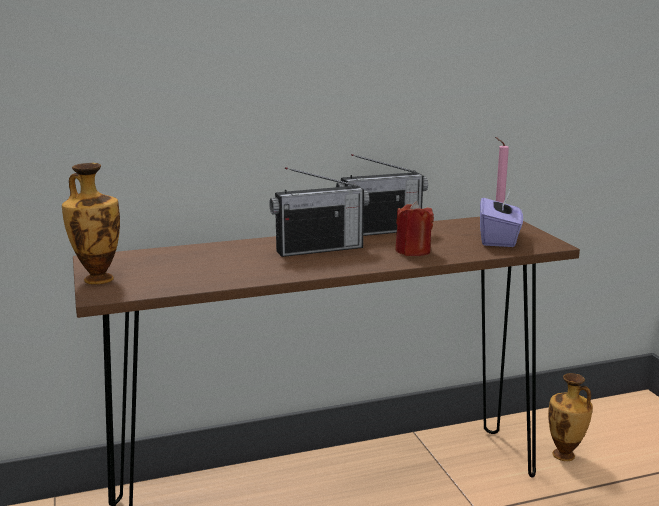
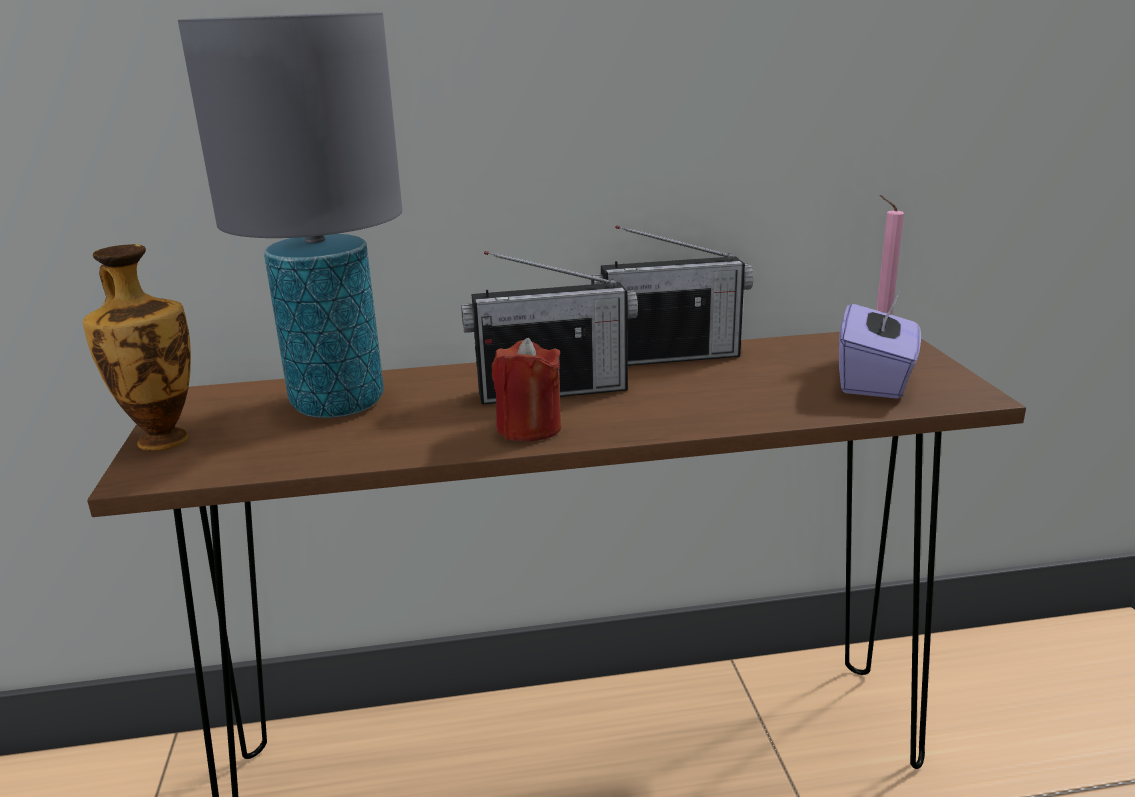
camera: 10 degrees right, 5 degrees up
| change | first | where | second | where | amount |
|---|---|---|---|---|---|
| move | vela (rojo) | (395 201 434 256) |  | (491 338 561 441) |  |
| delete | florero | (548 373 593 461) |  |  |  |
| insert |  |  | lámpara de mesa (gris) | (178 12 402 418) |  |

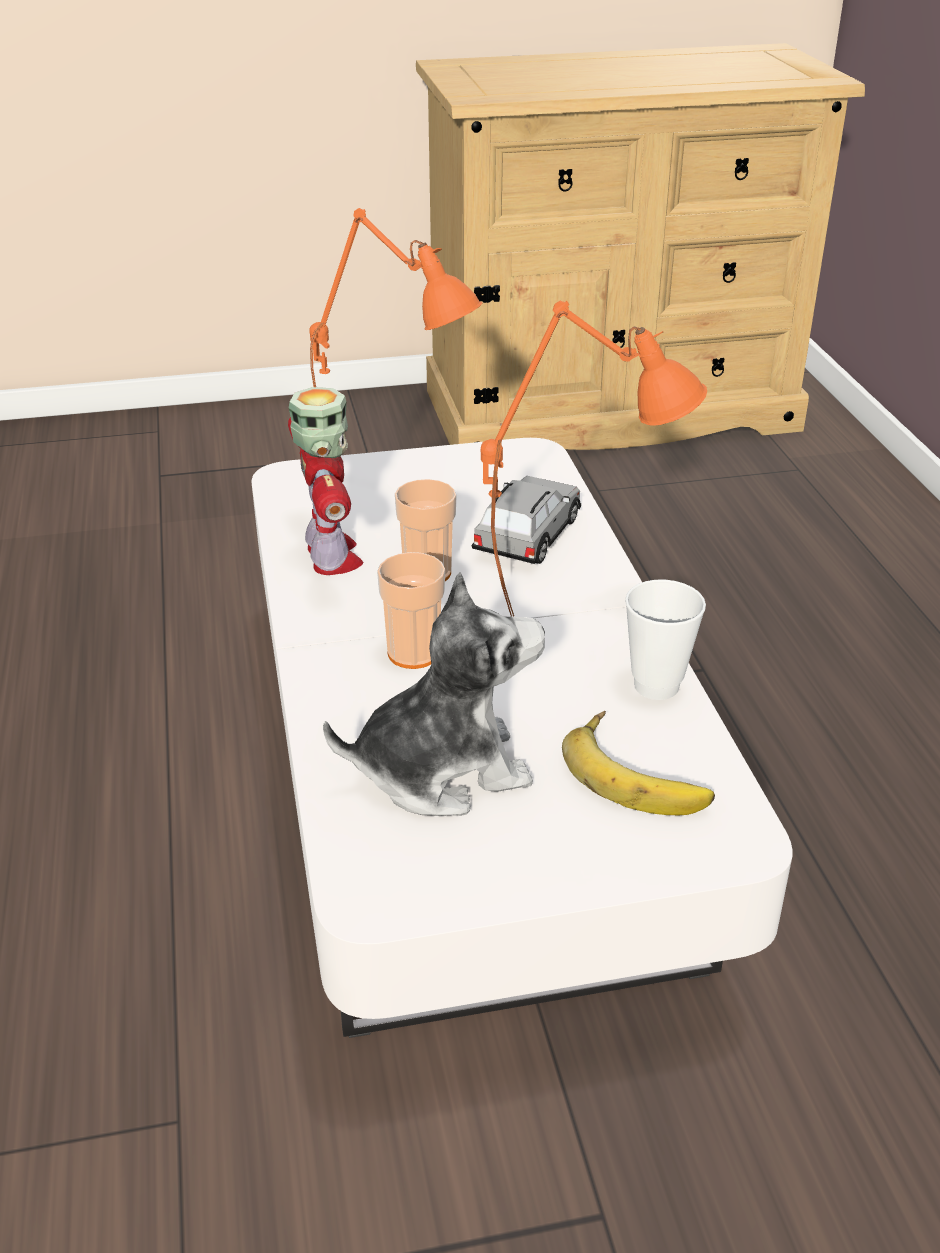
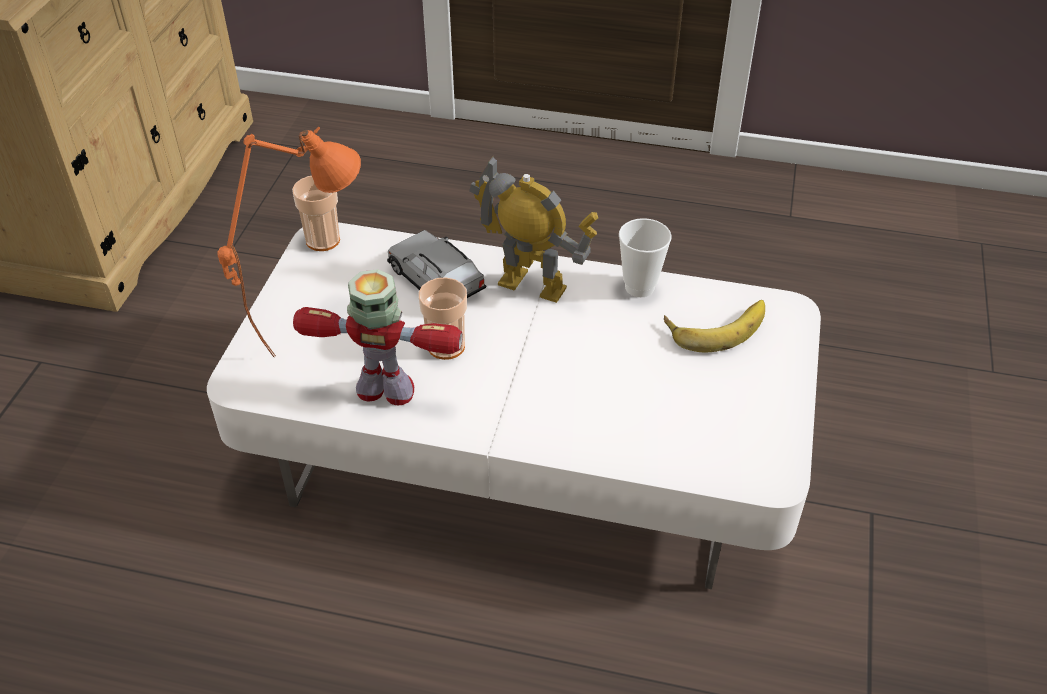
camera: 65 degrees left, 10 degrees up
| change | first | where | second | where | amount |
|---|---|---|---|---|---|
| delete | peluche | (323 572 545 816) |  |  |  |
| move | taza | (377 552 445 669) |  | (292 176 340 251) |  |
| replace | lámpara de mesa (naranja) | (480 301 707 617) | robot de juguete | (469 155 598 303) |  |

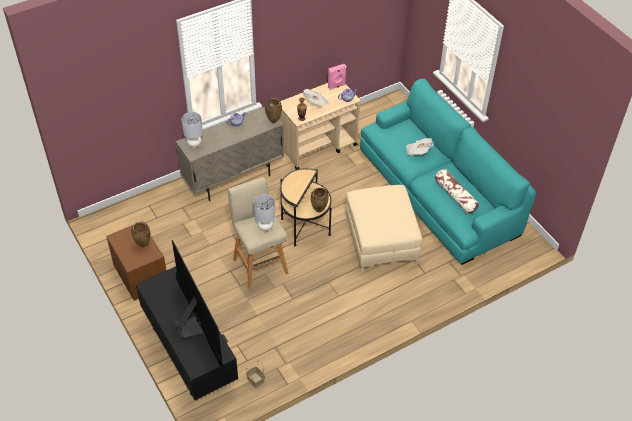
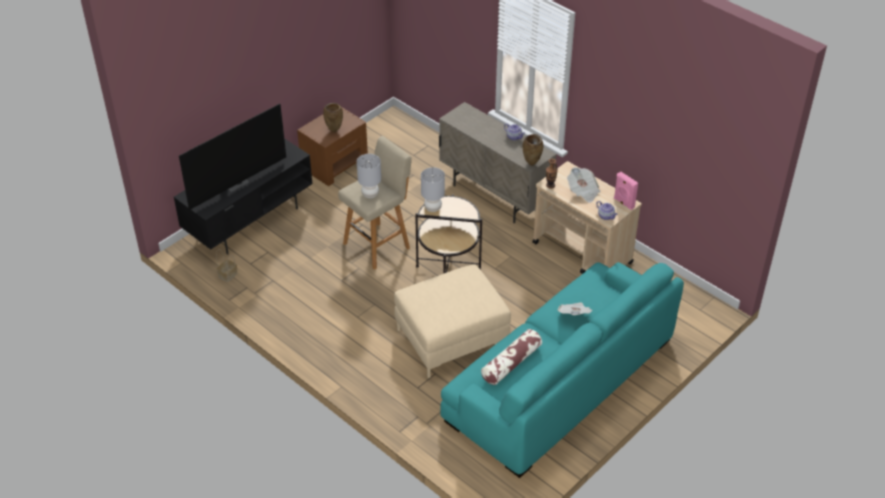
camera: 75 degrees right, 5 degrees down
| change | first | where | second | where | amount |
|---|---|---|---|---|---|
| move | lámpara de mesa (gris) | (182 112 203 148) |  | (421 167 445 212) |  |
| delete | florero (marrón) | (311 188 329 212) |  |  |  |

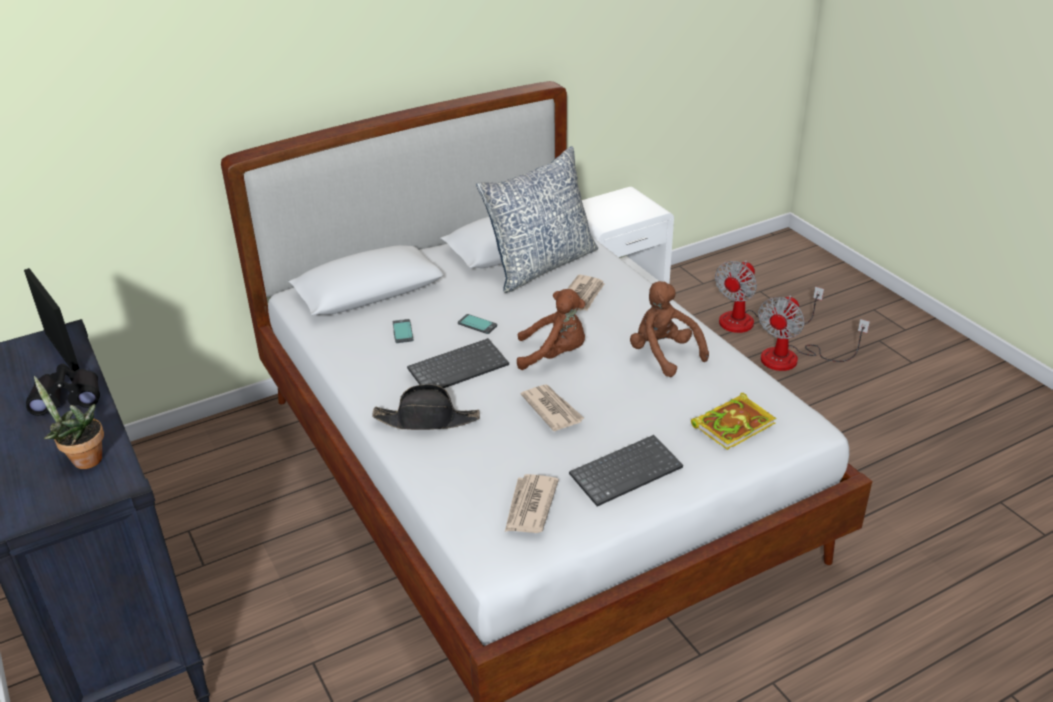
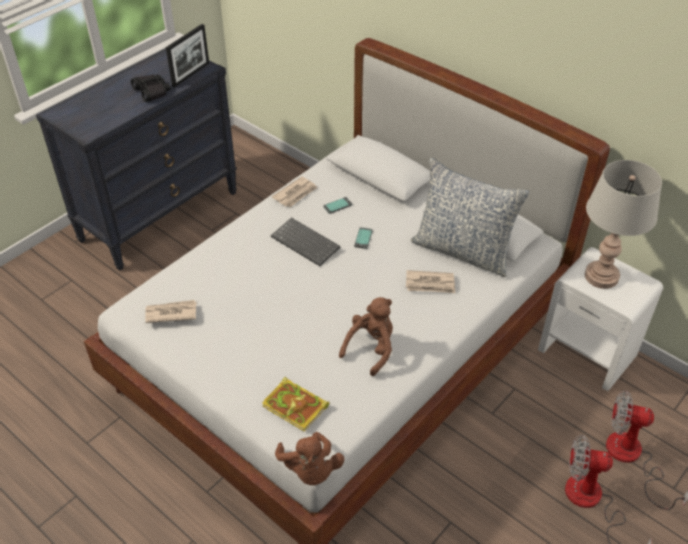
camera: 70 degrees right, 10 degrees up
| change | first | where | second | where | amount |
|---|---|---|---|---|---|
| delete | planta en maceta | (34 376 104 469) |  |  |  |
| delete | sombrero (negro) | (372 384 480 430) |  |  |  |
| move | peluche (marrón) | (517 289 585 370) |  | (275 432 344 486) |  |
| move | periódico | (521 384 585 431) |  | (272 176 318 207) |  |
| delete | teclado | (569 435 683 506) |  |  |  |
| insert |  |  | lámpara de mesa (gris) | (585 160 662 289) |  |

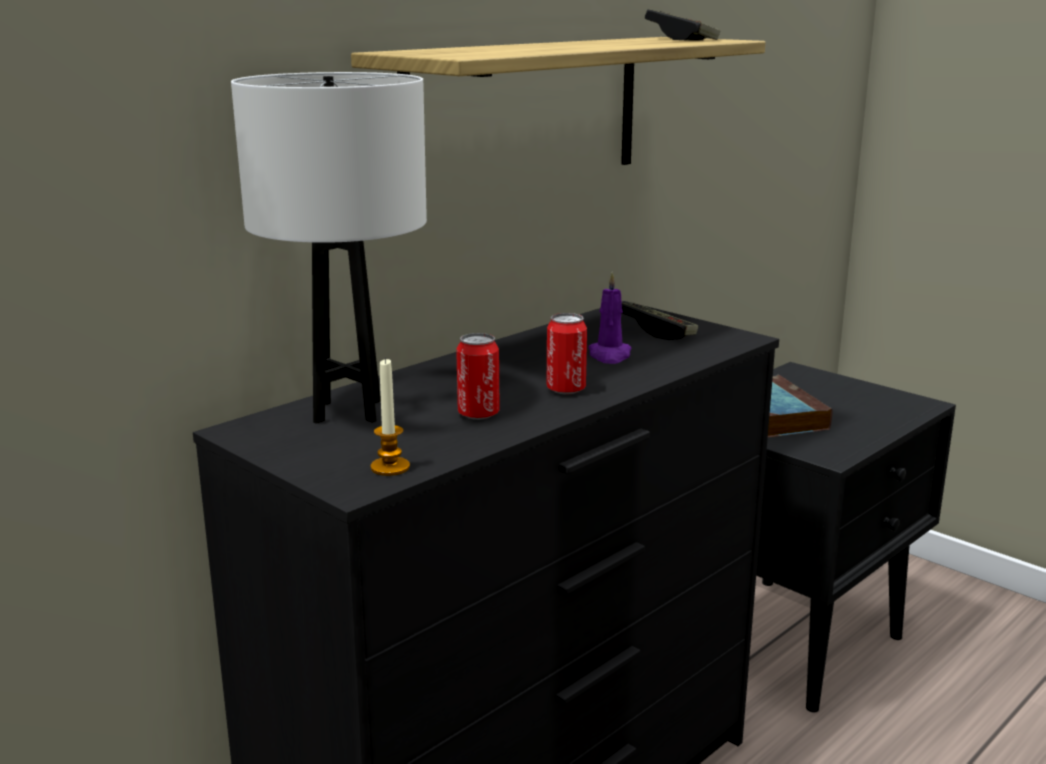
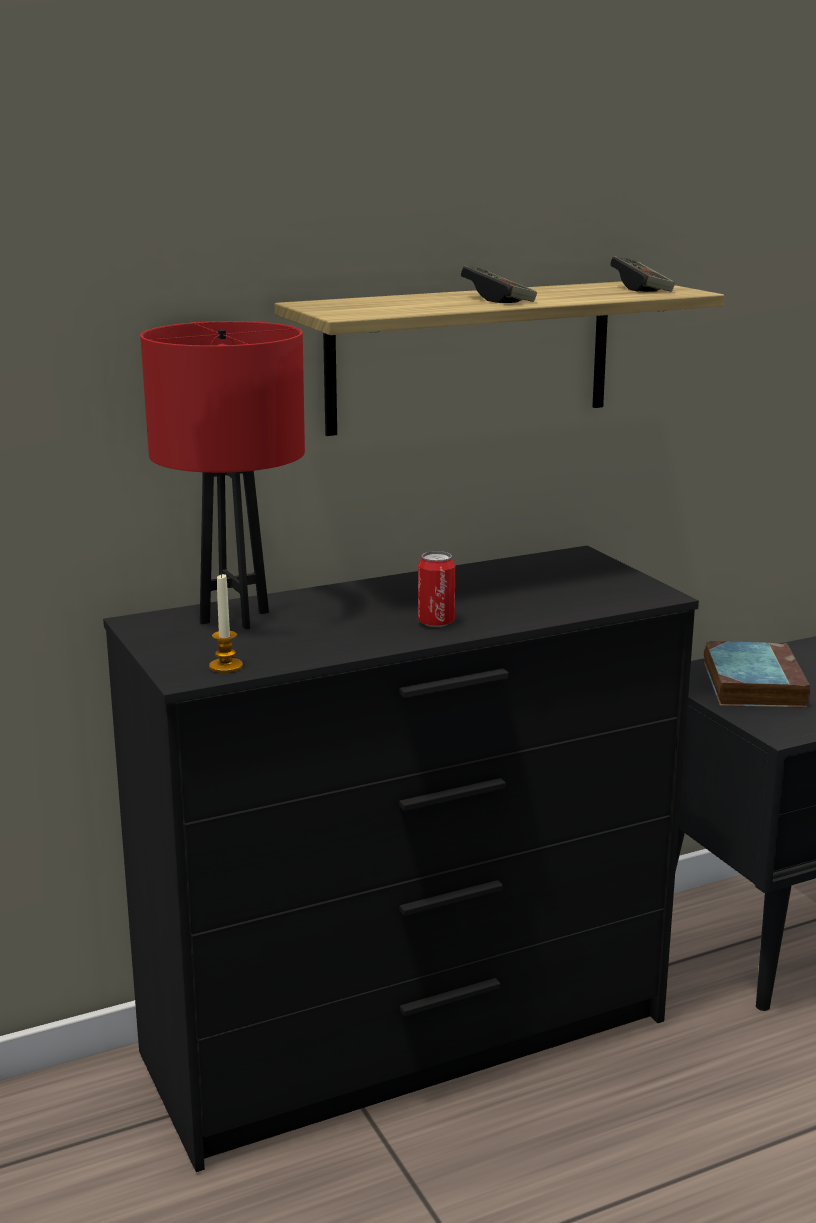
camera: 20 degrees right, 0 degrees up
| change | first | where | second | where | amount |
|---|---|---|---|---|---|
| recolor | lámpara de mesa (blanco) | (231 72 427 424) | lámpara de mesa (rojo) | (140 321 305 629) |  |
| delete | lata | (456 333 500 420) |  |  |  |
| delete | vela (morado) | (588 272 632 364) |  |  |  |
| move | mando de consola | (622 303 698 340) |  | (461 266 537 303) |  |

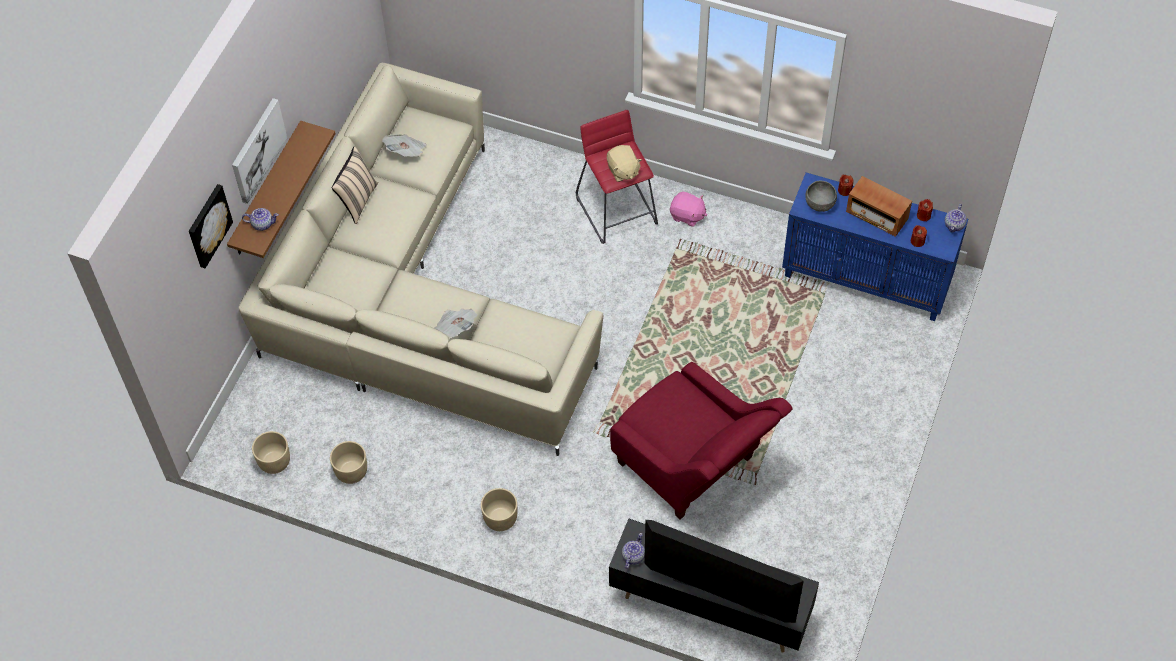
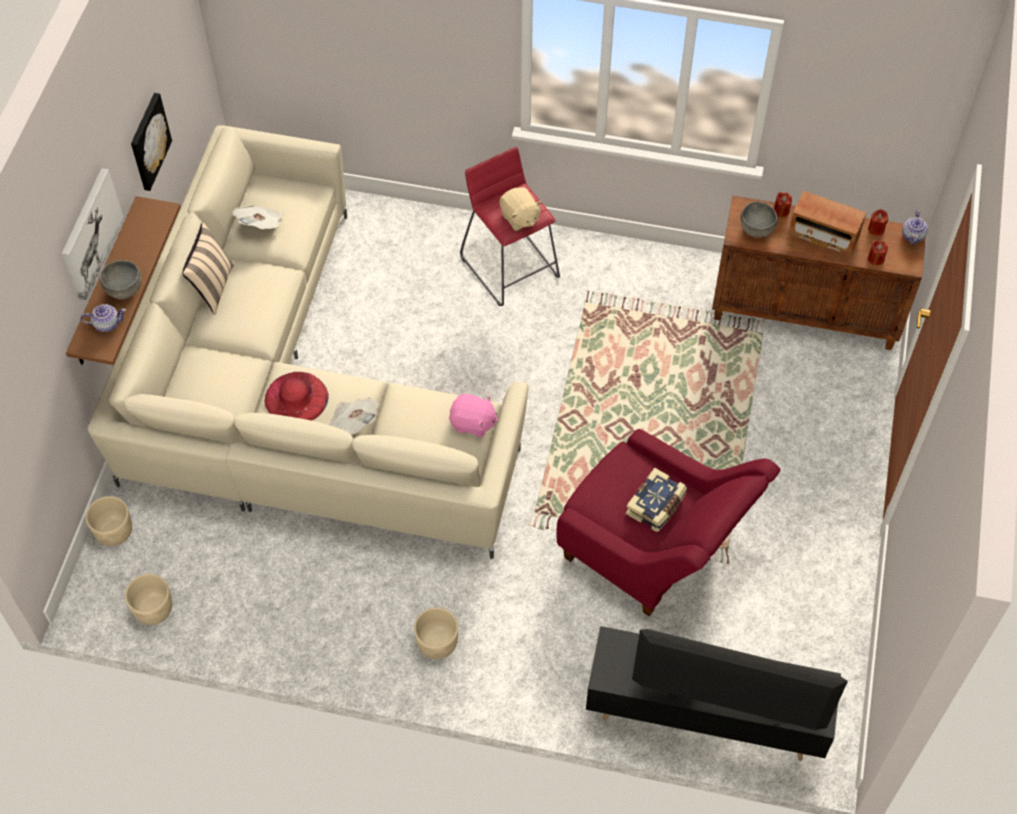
camera: 10 degrees left, 0 degrees up
| change | first | where | second | where | amount |
|---|---|---|---|---|---|
| move | cuadro | (189 184 233 268) |  | (131 93 172 191) |  |
| move | maceta (beis) | (330 441 367 484) |  | (86 496 132 546) |  |
| delete | tetera | (622 533 645 569) |  |  |  |
| move | peluche (rosa) | (670 192 707 227) |  | (449 394 498 438) |  |
| recolor | armario (azul) | (782 172 968 321) | armario (marrón) | (712 196 926 350) |  |
| insert |  |  | cuenco (gris) | (100 260 142 299) |  |
| insert |  |  | sombrero (rojo) | (265 372 329 421) |  |
| insert |  |  | libro | (626 467 687 532) |  |

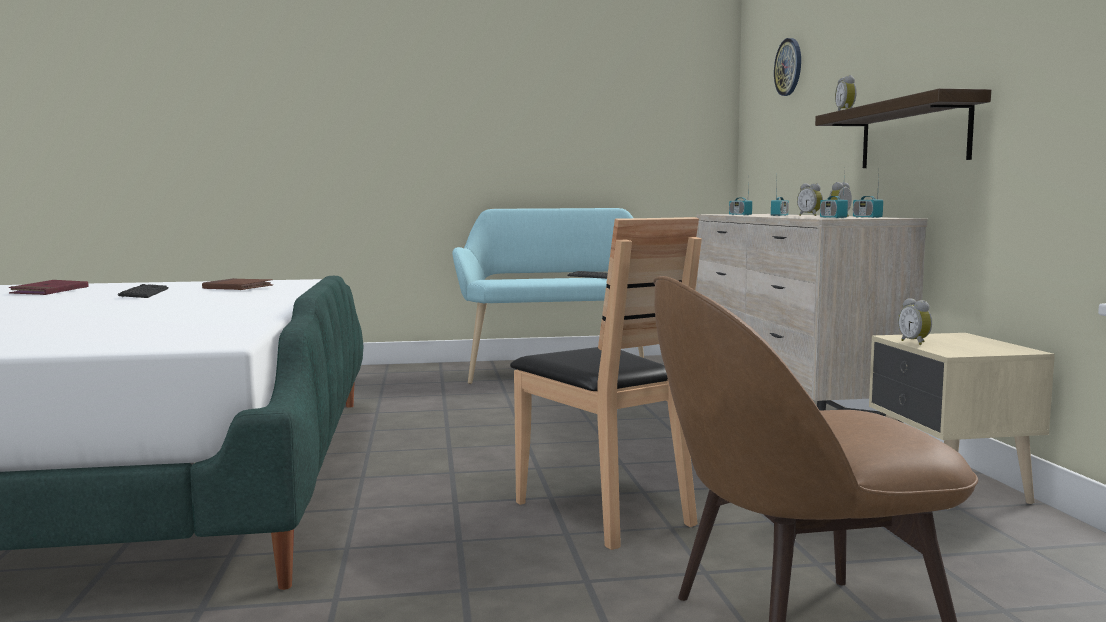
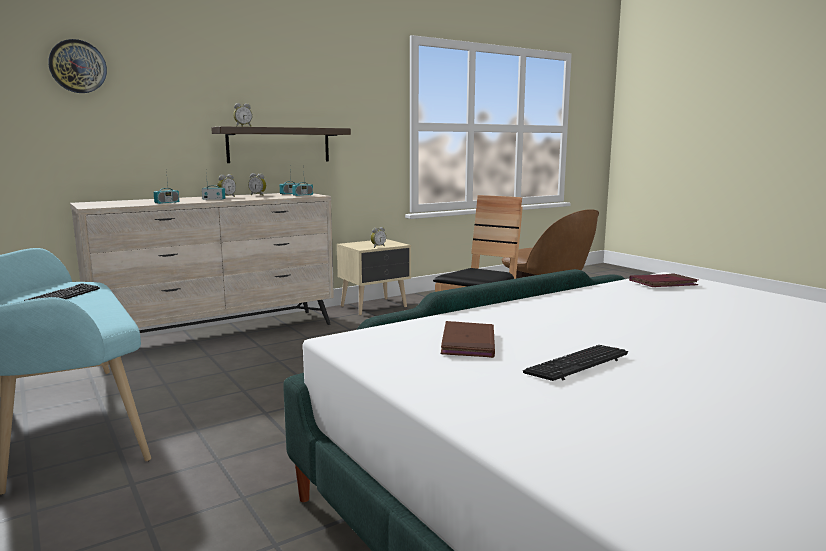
camera: 115 degrees left, 5 degrees up
| change | first | where | second | where | amount |
|---|---|---|---|---|---|
| move | libro (rojo) | (9 280 88 295) |  | (629 273 698 287) |  |

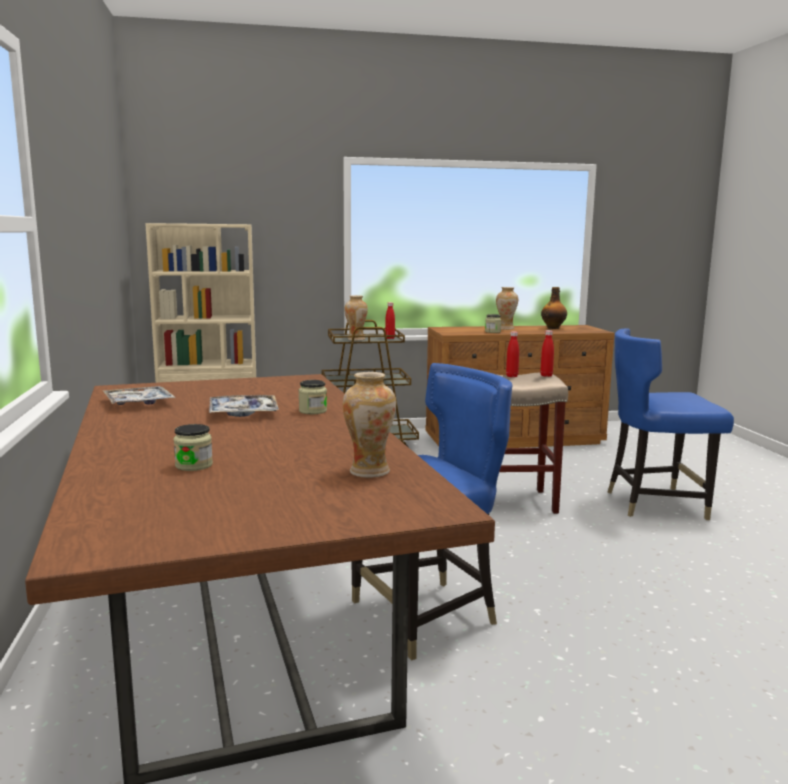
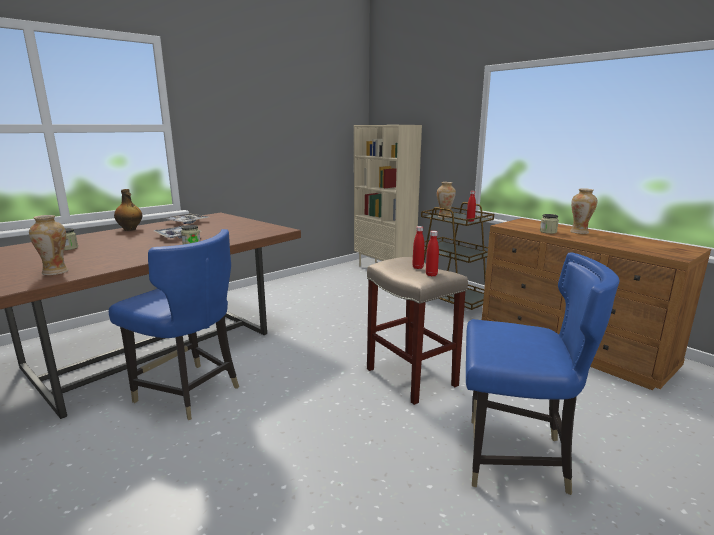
camera: 60 degrees right, 5 degrees up
| change | first | where | second | where | amount |
|---|---|---|---|---|---|
| move | botella | (541 287 567 329) |  | (114 189 143 231) |  |
| rotate | silla (azul) | (607 328 734 520) |  | (466 252 620 495) | 135 degrees clockwise |

